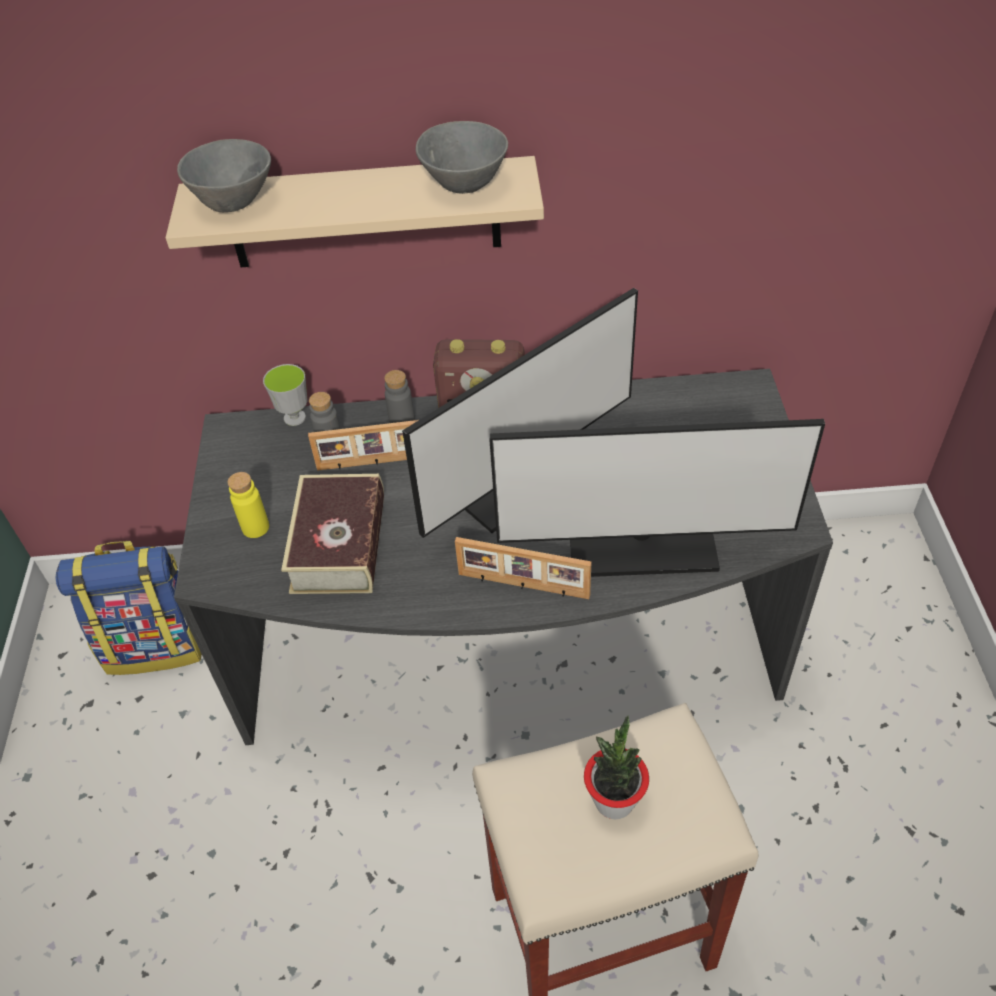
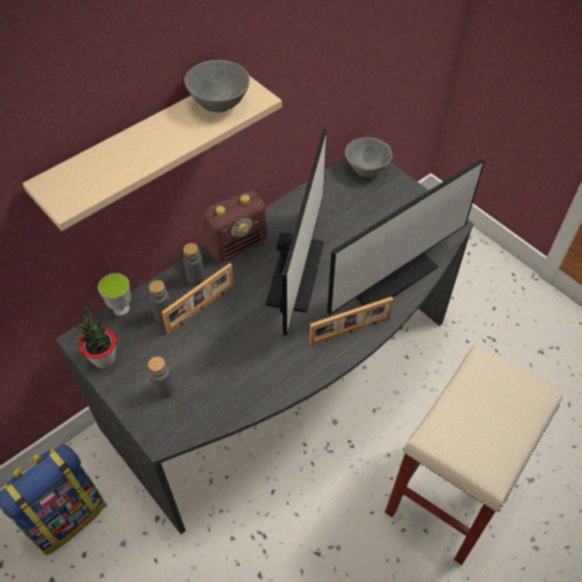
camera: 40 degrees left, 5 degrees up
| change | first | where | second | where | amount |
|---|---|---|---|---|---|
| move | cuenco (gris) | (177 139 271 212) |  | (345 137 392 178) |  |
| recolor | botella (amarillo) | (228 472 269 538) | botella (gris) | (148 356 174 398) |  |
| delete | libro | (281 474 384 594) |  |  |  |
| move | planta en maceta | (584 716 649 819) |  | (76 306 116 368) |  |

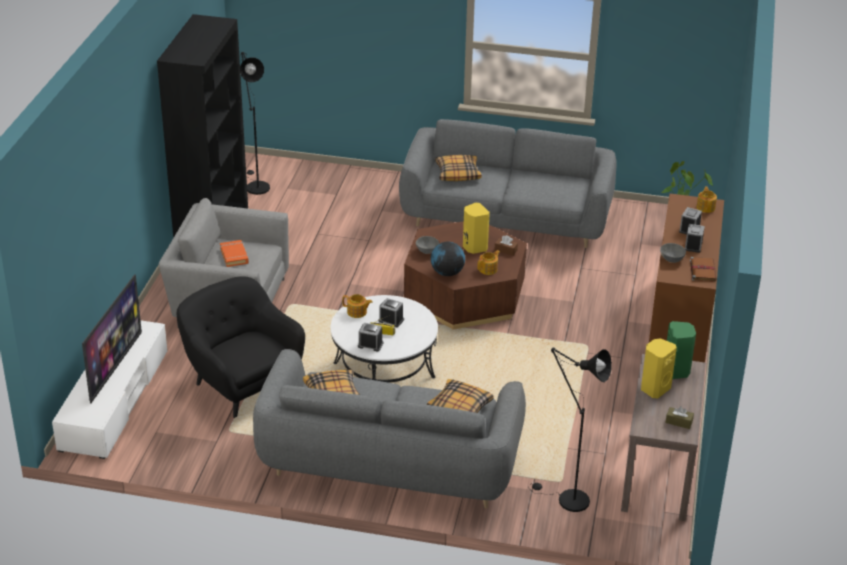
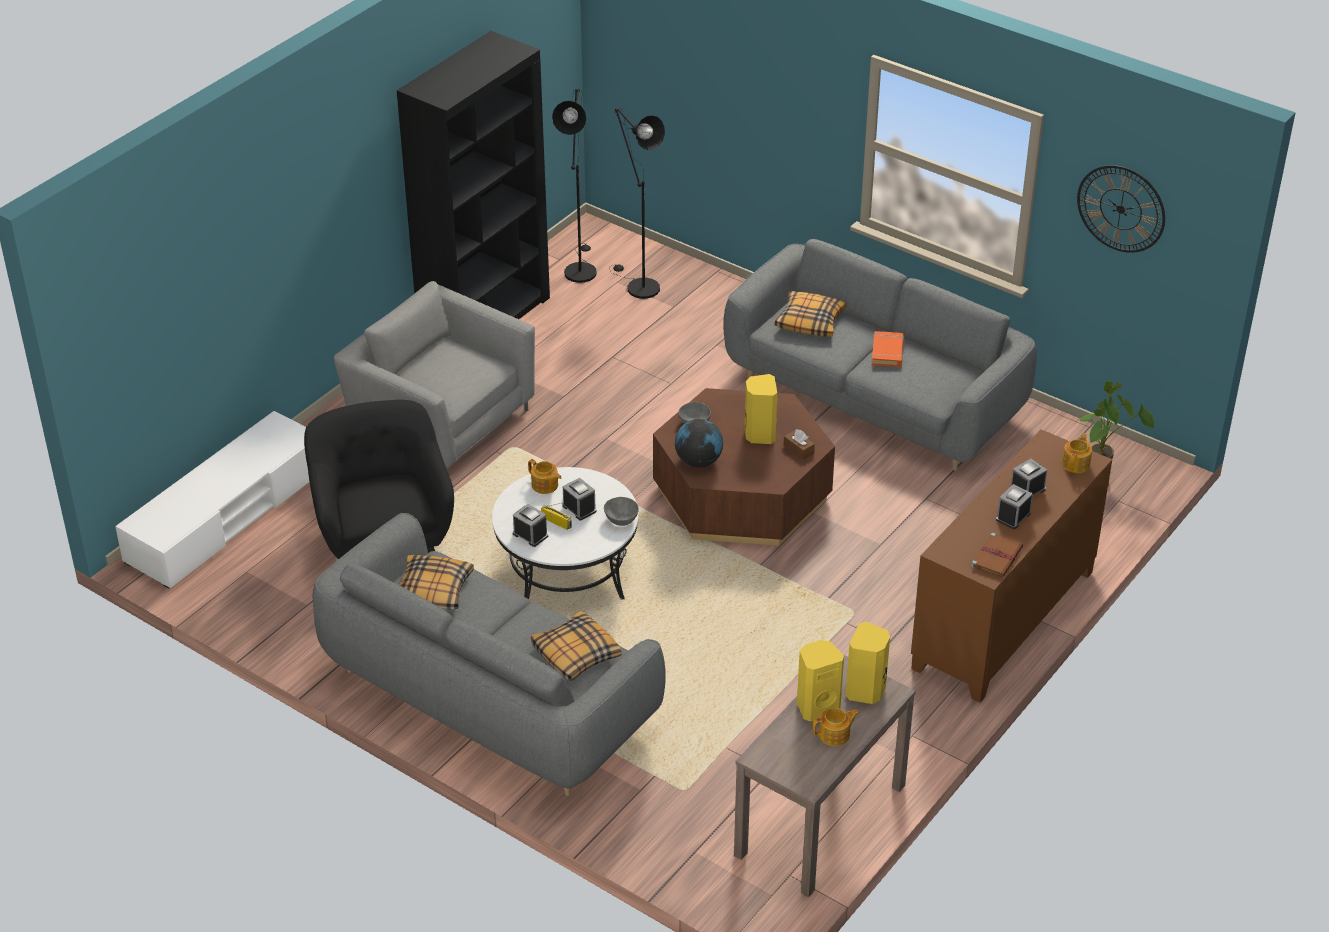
camera: 25 degrees right, 5 degrees up
| change | first | where | second | where | amount |
|---|---|---|---|---|---|
| delete | televisor | (82 274 142 403) |  |  |  |
| move | libro (naranja) | (220 240 249 267) |  | (872 331 904 367) |  |
| move | tetera | (477 250 500 275) |  | (813 708 860 746) |  |
| move | lámpara de pie (negro) | (529 347 612 512) |  | (609 108 665 299) |  |
| move | cuenco (gris) | (660 243 686 263) |  | (604 497 639 526) |  |
| delete | caja de pañuelos (marrón) | (665 406 694 429) |  |  |  |
| recolor | altavoz (verde) | (667 321 696 379) | altavoz (amarillo) | (846 622 890 704) |  |
| insert |  |  | reloj de pared | (1077 165 1165 253) |  |

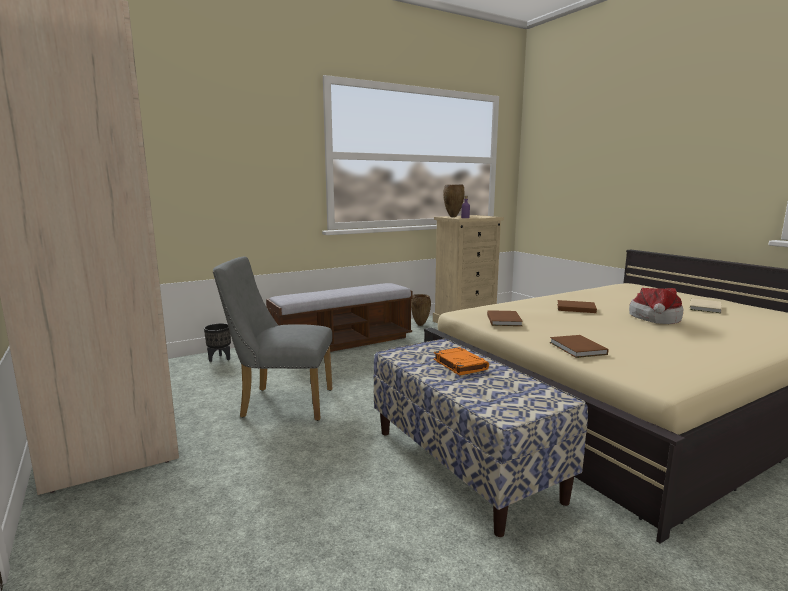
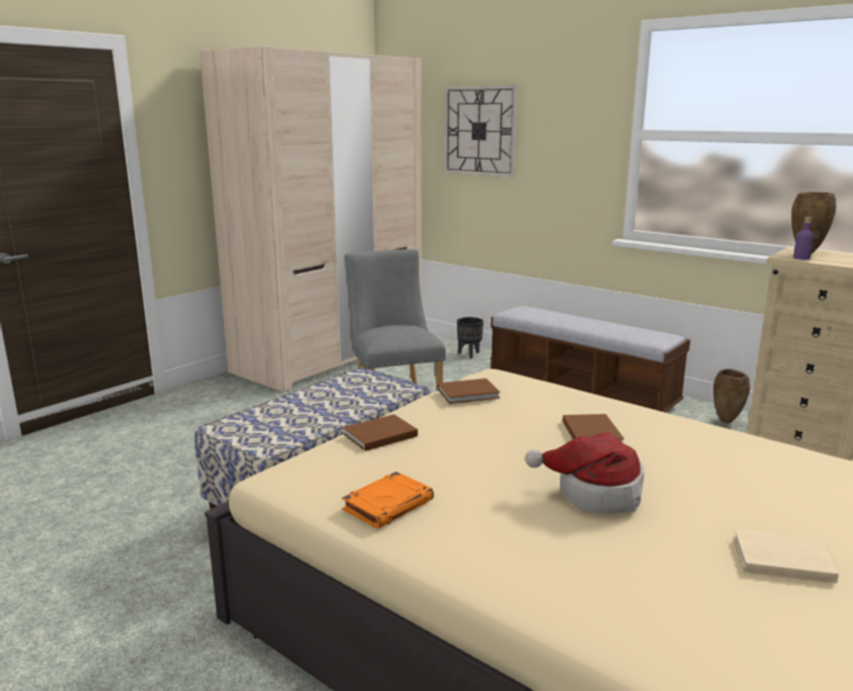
camera: 70 degrees right, 5 degrees up
| change | first | where | second | where | amount |
|---|---|---|---|---|---|
| move | libro (naranja) | (434 347 489 375) |  | (342 471 434 529) |  |
| insert |  |  | reloj de pared | (444 85 518 177) |  |

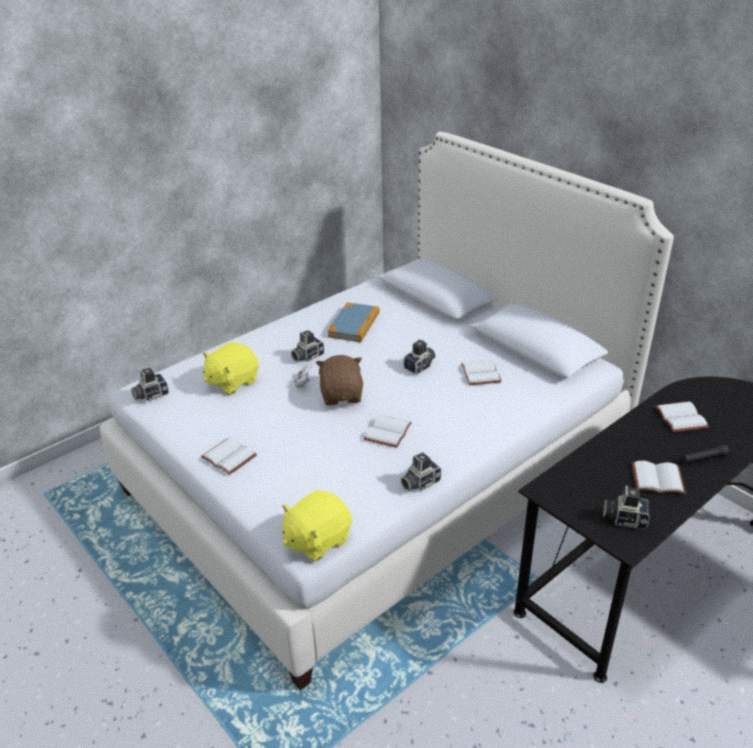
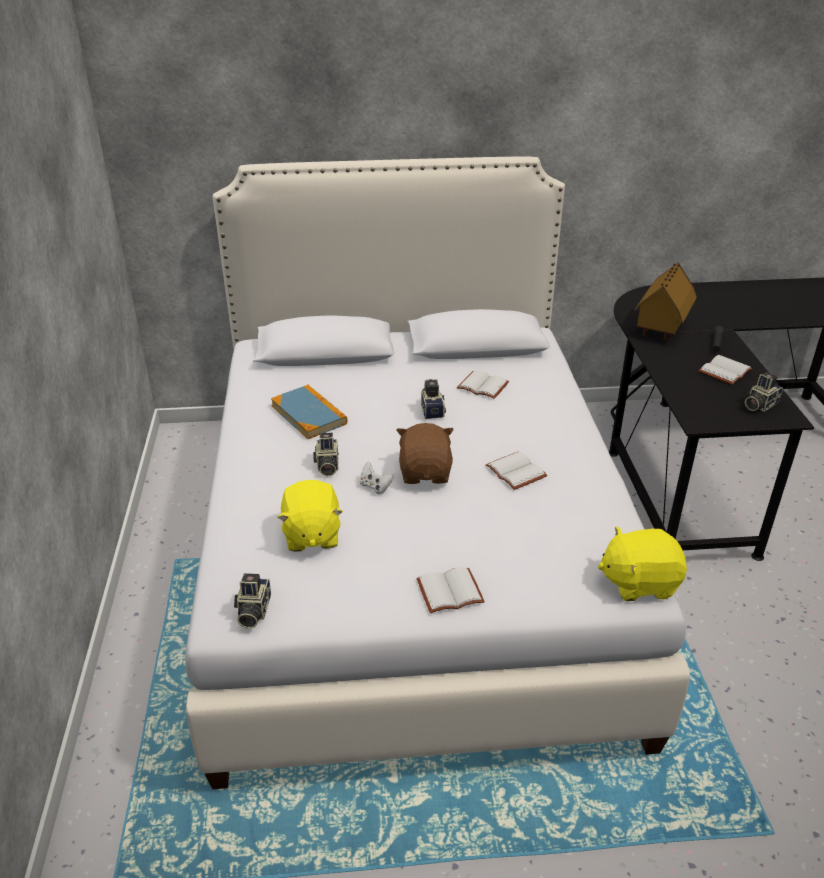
camera: 55 degrees left, 0 degrees up
| change | first | where | second | where | amount |
|---|---|---|---|---|---|
| rotate | peluche (amarillo) | (282 490 352 562) |  | (598 527 687 601) | 90 degrees clockwise |
| rotate | peluche (marrón) | (316 355 363 405) |  | (397 423 454 484) | 60 degrees clockwise |
| delete | cámara | (401 453 441 491) |  |  |  |
| replace | libro (blanco) | (655 402 709 432) | casita | (633 262 697 341) |  |

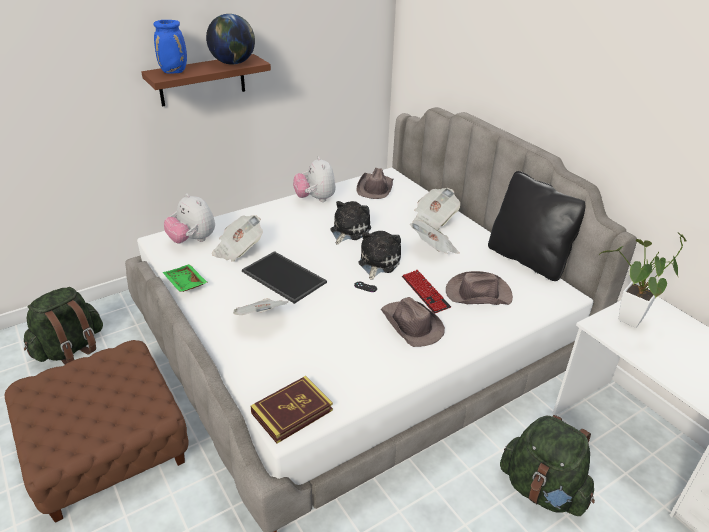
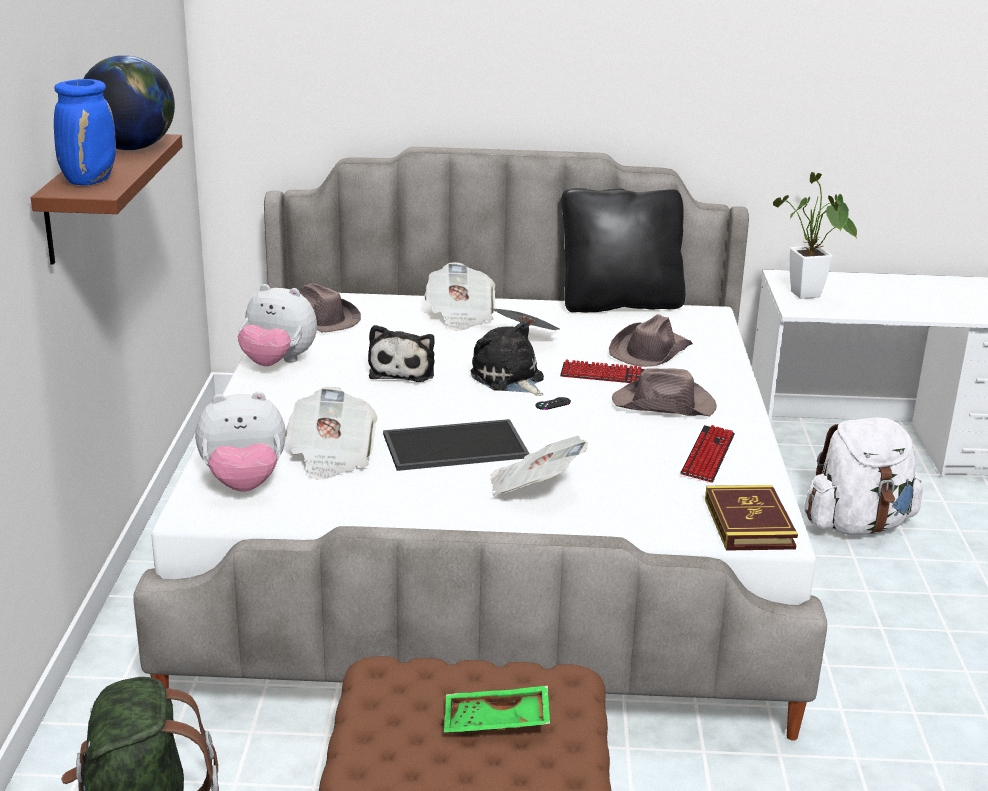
camera: 55 degrees left, 10 degrees down
| change | first | where | second | where | amount |
|---|---|---|---|---|---|
| move | bandeja (verde) | (163 264 208 292) |  | (444 685 550 732) |  |
| rotate | peluche | (330 201 371 245) |  | (368 325 434 382) | 150 degrees counterclockwise |
| recolor | mochila (verde) | (500 415 595 516) | mochila (blanco) | (804 418 923 536) |  |
| insert |  |  | teclado | (680 425 735 483) |  |

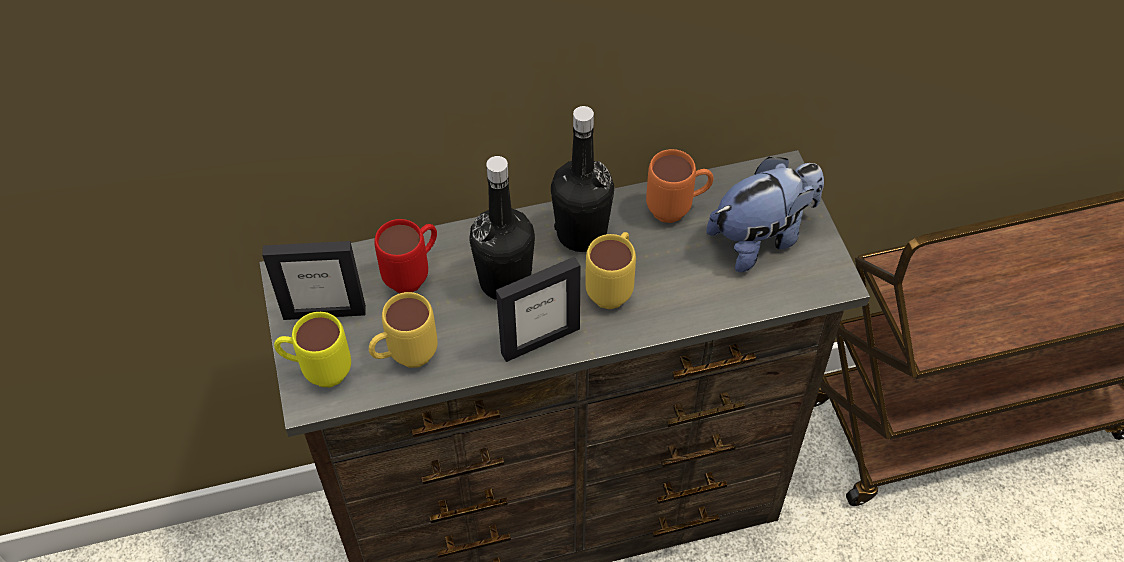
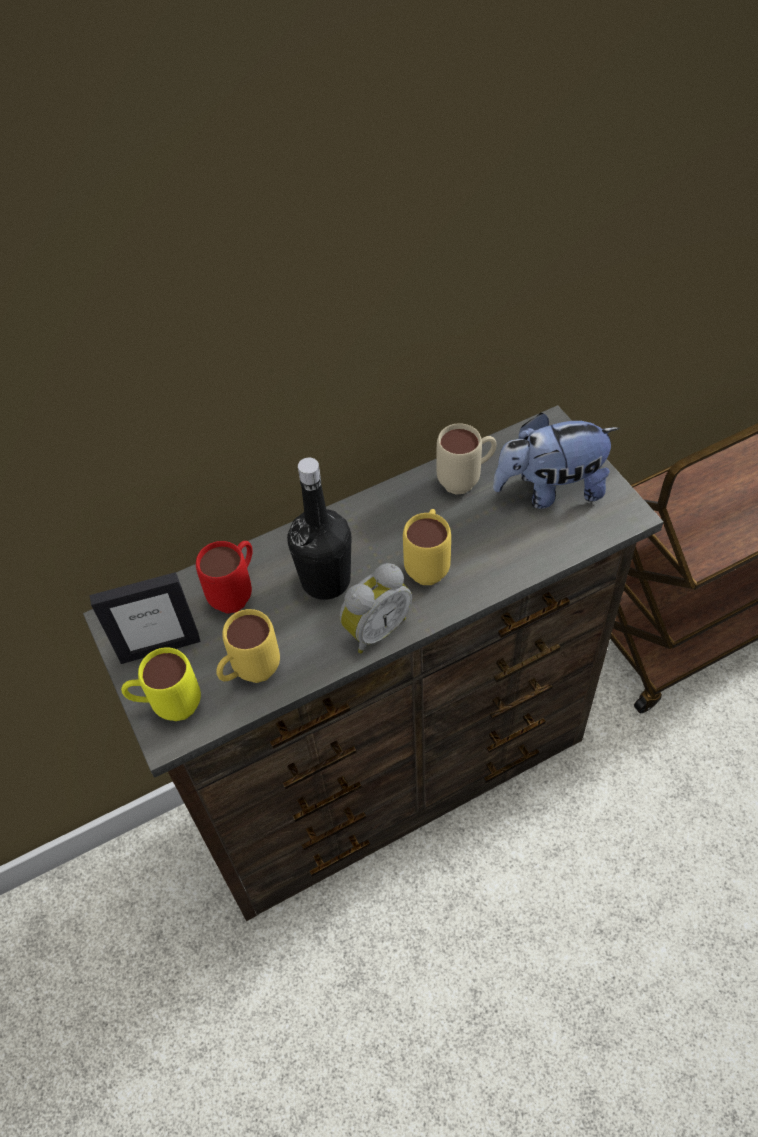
camera: 10 degrees left, 0 degrees up
| change | first | where | second | where | amount |
|---|---|---|---|---|---|
| replace | portarretratos | (496 257 581 362) | despertador | (340 563 412 653) |  |
| delete | botella (negro) | (551 106 614 252) |  |  |  |
| recolor | taza grande (naranja) | (646 149 714 223) | taza grande (beis) | (437 423 497 495) |  |
| rotate | peluche | (706 157 824 273) |  | (493 413 619 509) | 150 degrees counterclockwise |

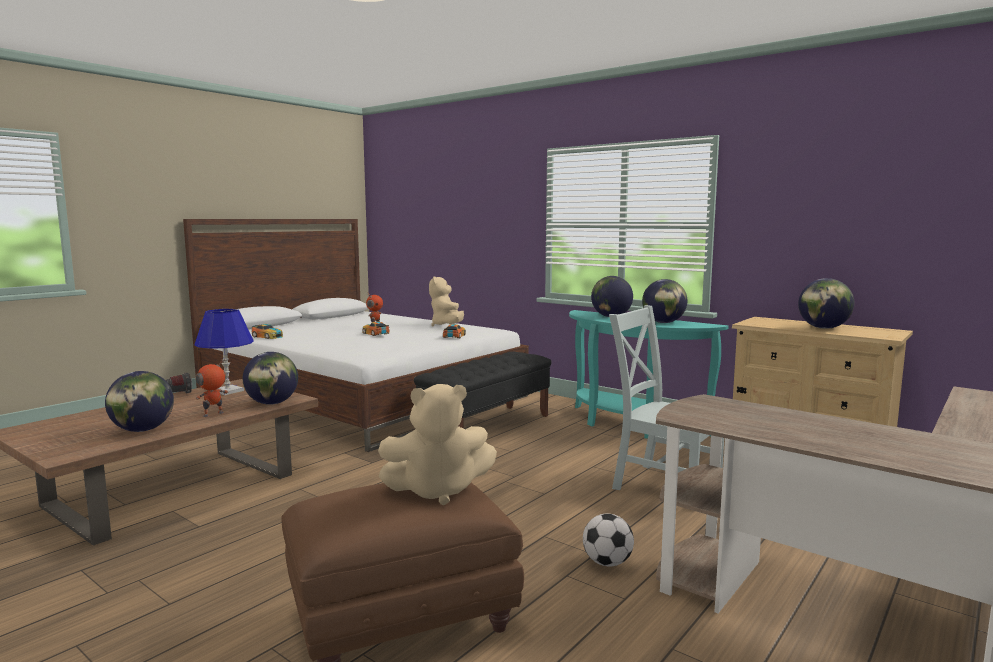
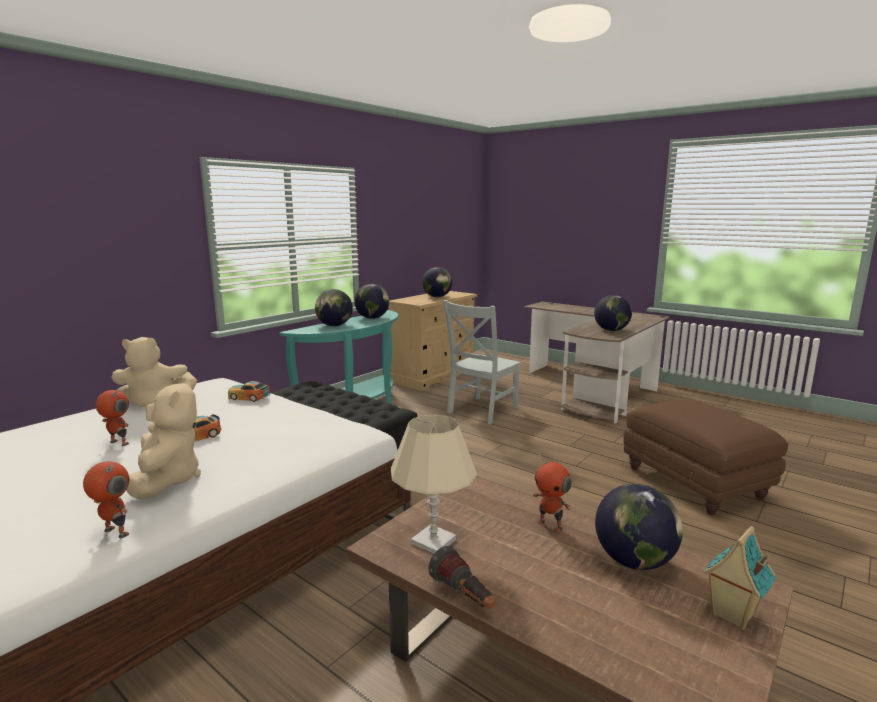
camera: 90 degrees left, 5 degrees up
| change | first | where | second | where | amount |
|---|---|---|---|---|---|
| recolor | lámpara de mesa (azul) | (195 309 253 395) | lámpara de mesa (beis) | (391 415 477 554) |  |
| move | globo terráqueo | (243 352 298 405) |  | (594 295 632 331) |  |
| replace | coche de juguete | (252 324 283 339) | robot de juguete | (83 461 129 538) |  |
| move | peluche (beis) | (378 384 497 505) |  | (126 379 201 500) |  |
| delete | balón de fútbol | (583 514 634 567) |  |  |  |
| insert |  |  | casita | (703 526 776 630) |  |

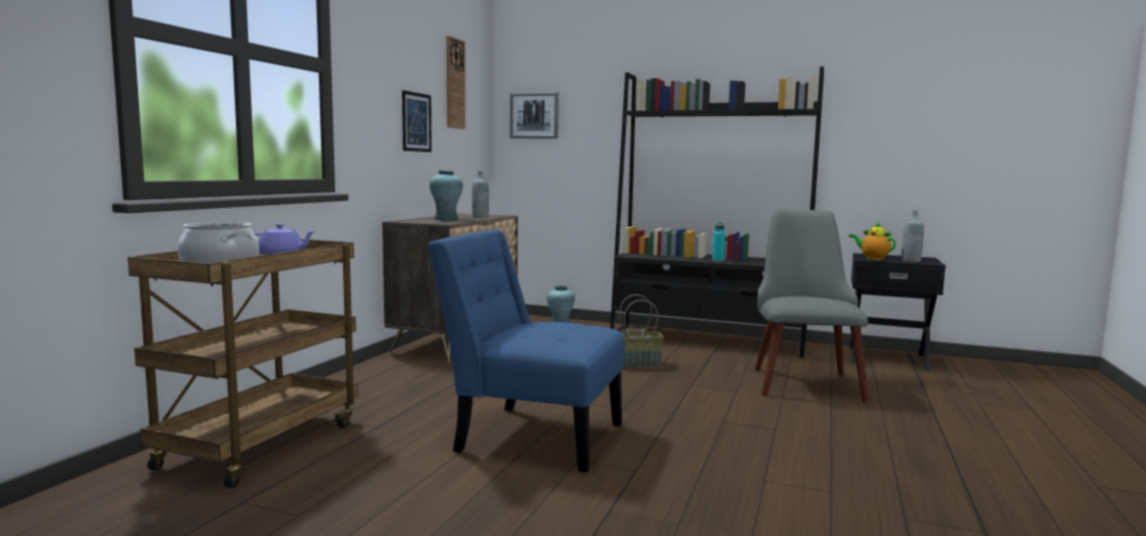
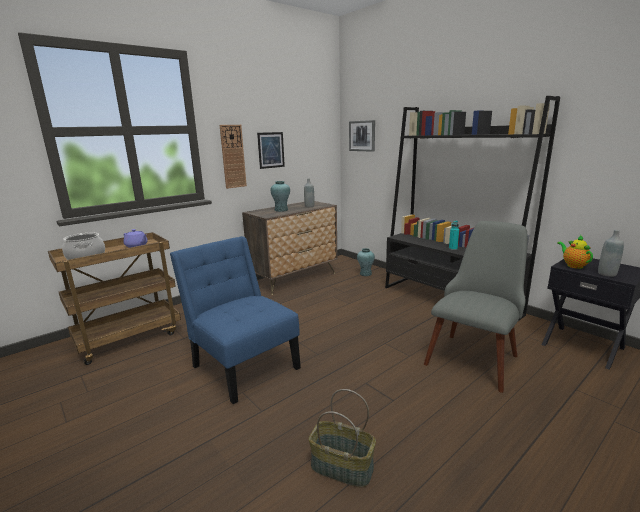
camera: 30 degrees right, 10 degrees up
| change | first | where | second | where | amount |
|---|---|---|---|---|---|
| move | reloj de pared | (446 36 466 129) |  | (220 125 247 189) |  |
| move | cesta | (619 294 664 368) |  | (308 389 376 488) |  |

